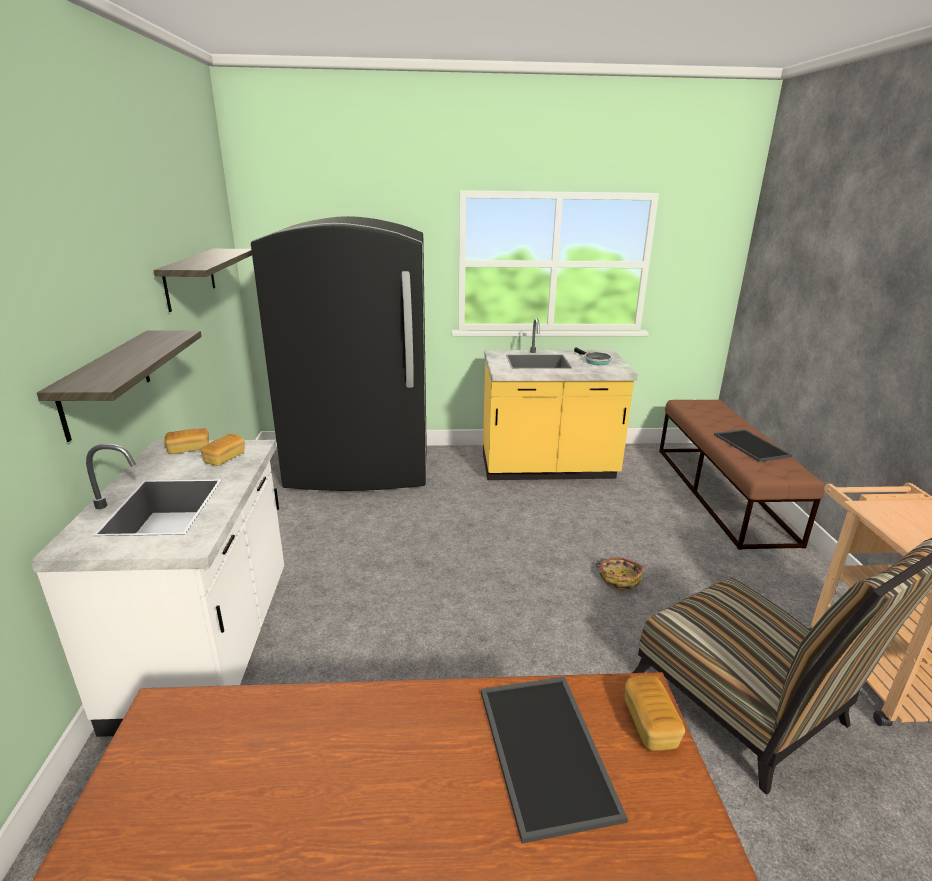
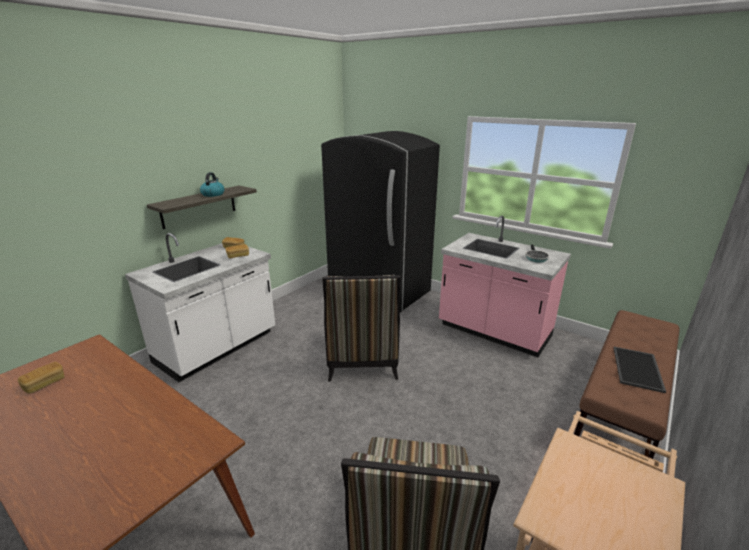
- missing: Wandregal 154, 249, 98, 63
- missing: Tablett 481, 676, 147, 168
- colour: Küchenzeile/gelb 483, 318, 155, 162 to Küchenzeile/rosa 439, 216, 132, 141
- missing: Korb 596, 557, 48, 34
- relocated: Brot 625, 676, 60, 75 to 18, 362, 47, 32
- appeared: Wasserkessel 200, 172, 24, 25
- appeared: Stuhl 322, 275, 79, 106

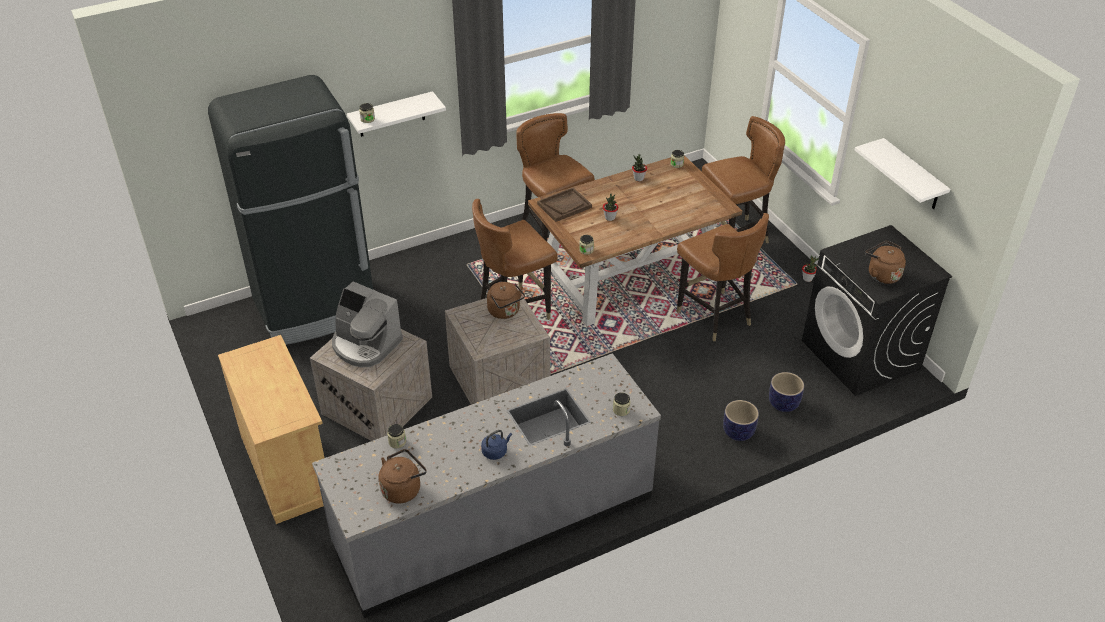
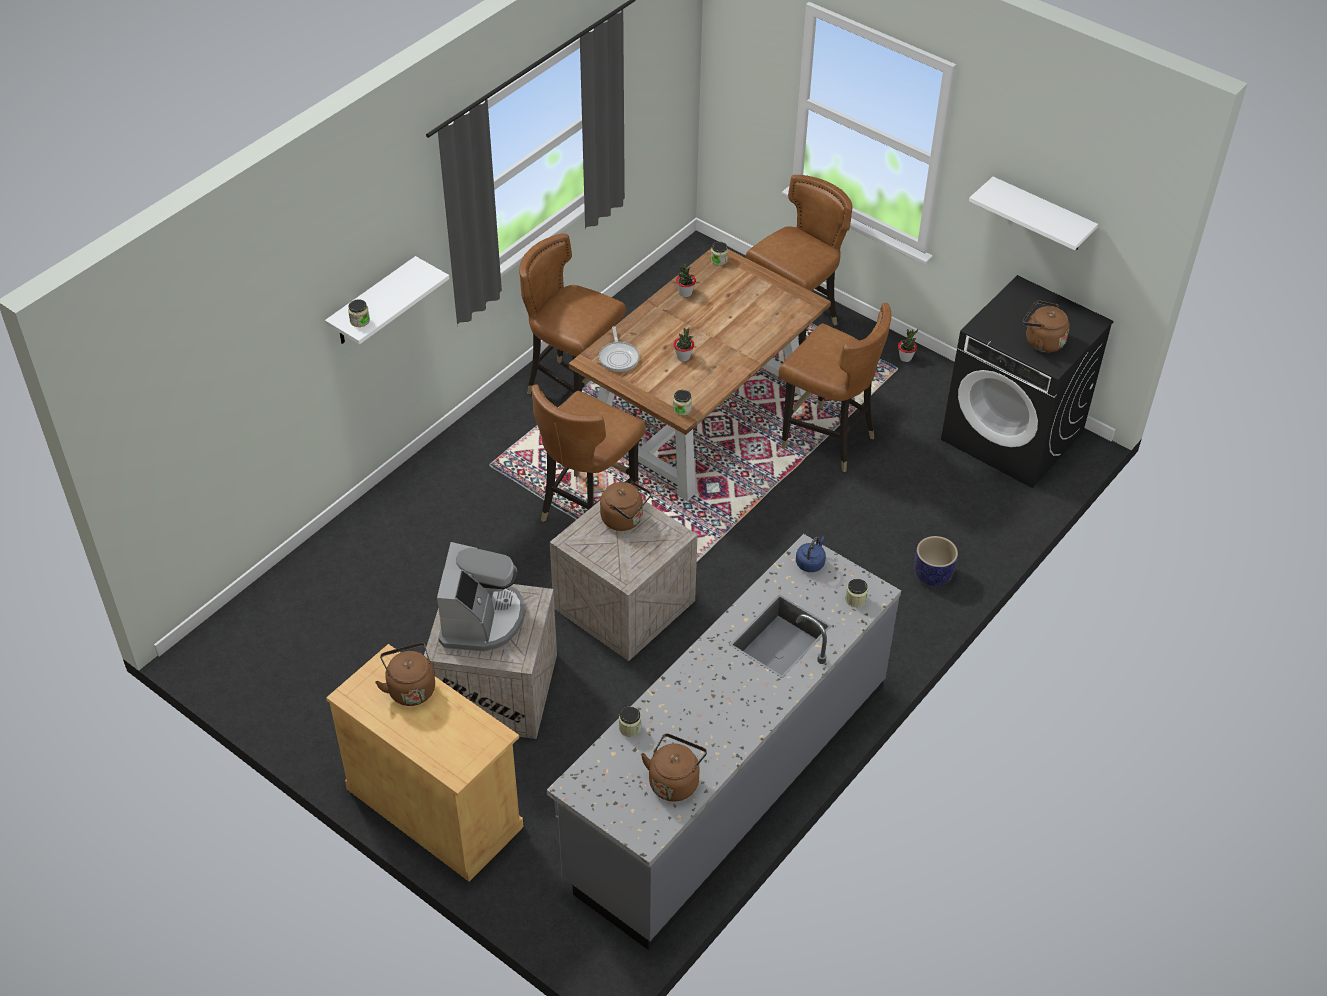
- missing: Kühlschrank/schwarz 208, 75, 165, 270
- spun: Kaffeemaschine 332, 282, 71, 86 = 437, 542, 88, 110 90 degrees counterclockwise
- relocated: Wasserkessel/blau 481, 430, 31, 30 to 796, 536, 30, 36
- exchanged: Tablett/braun 537, 188, 55, 34 to Pfanne 599, 326, 40, 46
- missing: Pflanzkübel 769, 372, 35, 40
- appeared: Wasserkessel/braun 375, 642, 60, 64

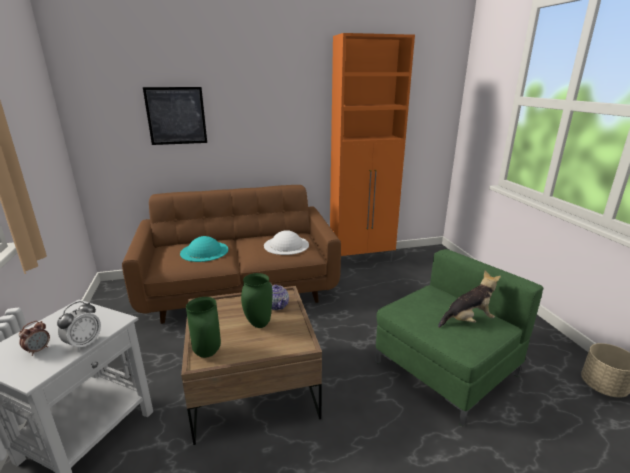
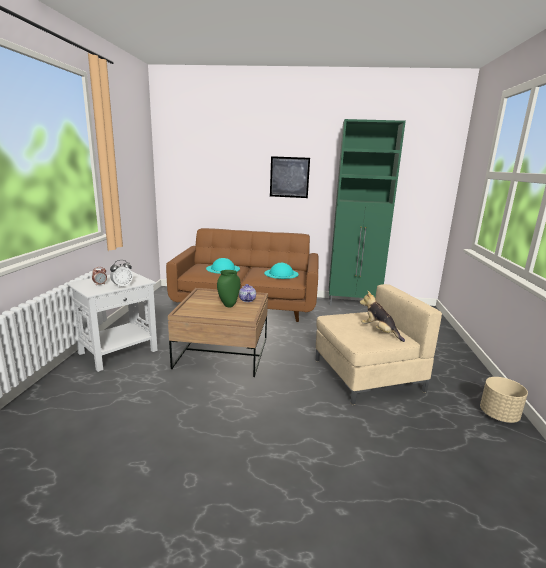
- relocated: Bild 143, 87, 64, 58 to 270, 156, 40, 42
- missing: Vase/grün 186, 297, 35, 61
- colour: Hut/weiß 264, 230, 45, 25 to Hut/türkis 264, 263, 35, 16
- colour: Schrank/orange 330, 33, 85, 229 to Schrank/grün 329, 119, 77, 187
- colour: Sessel/grün 375, 249, 168, 178 to Sessel/beige 315, 284, 127, 121
- spun: Plüschtier 438, 271, 63, 57 = 360, 291, 45, 51 135 degrees counterclockwise

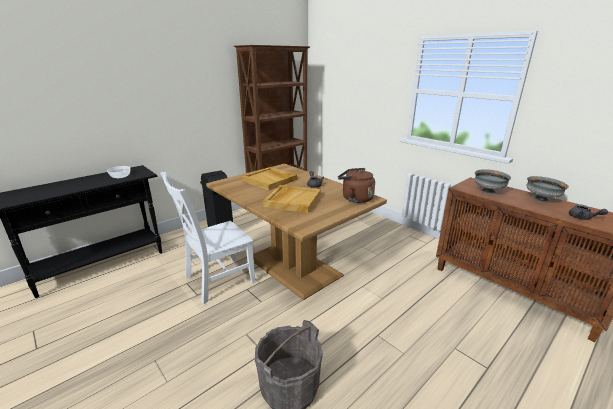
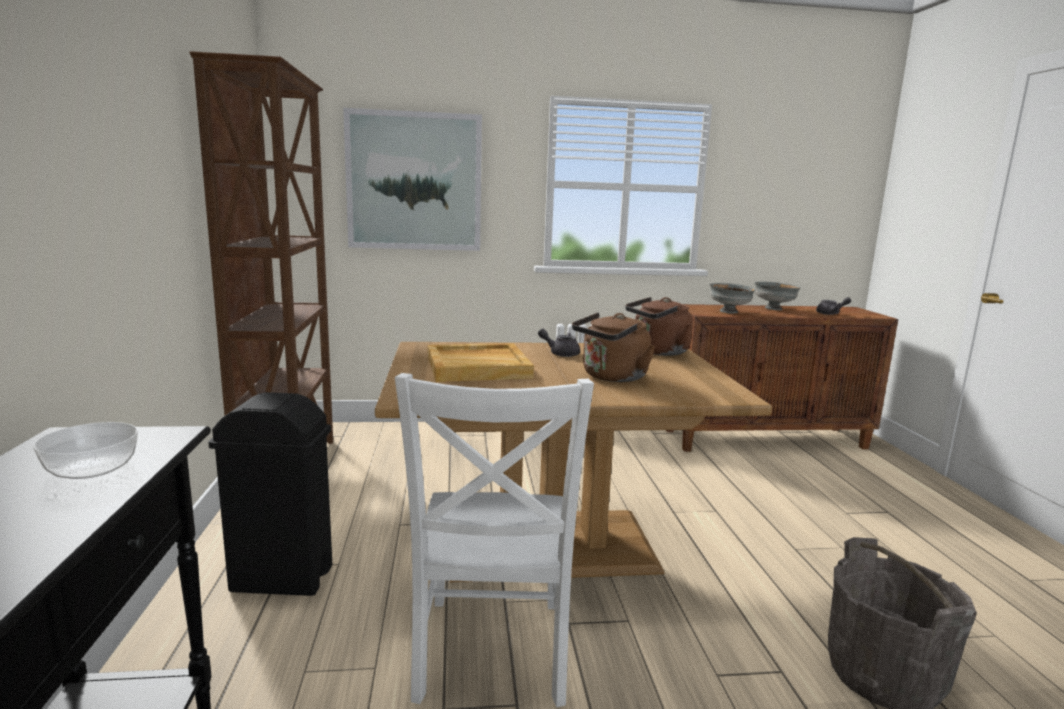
- exchanged: Tablett/beige 263, 185, 58, 28 to Wasserkessel/braun 572, 313, 83, 69
- appeared: Bild 343, 108, 139, 143

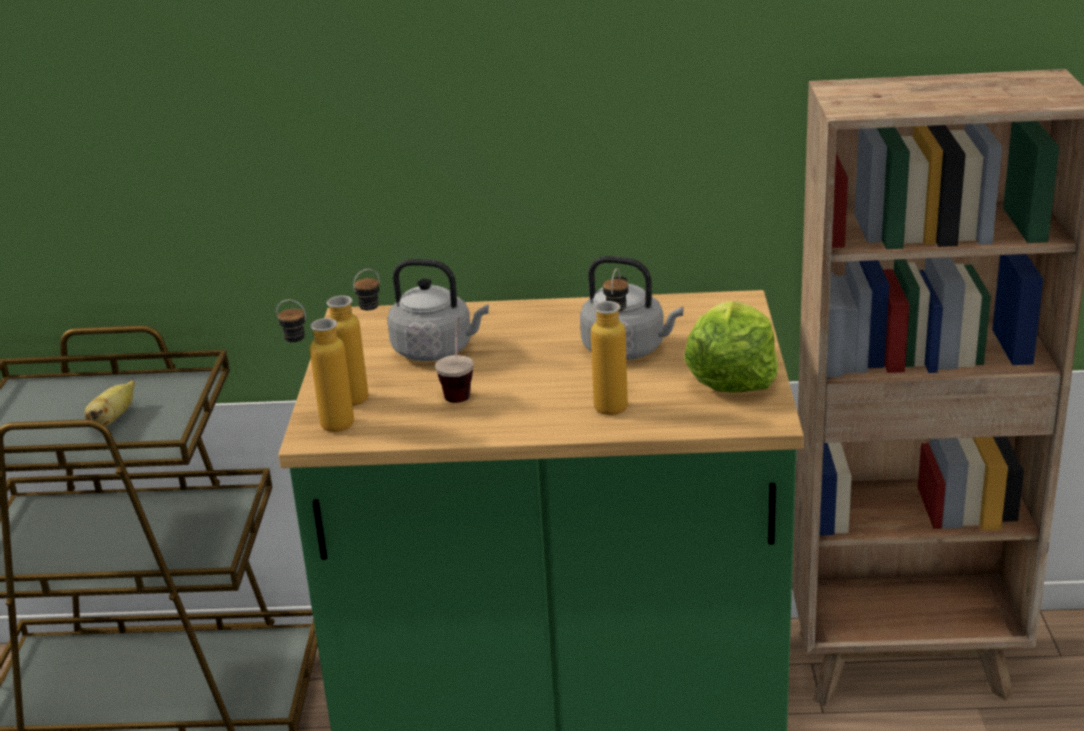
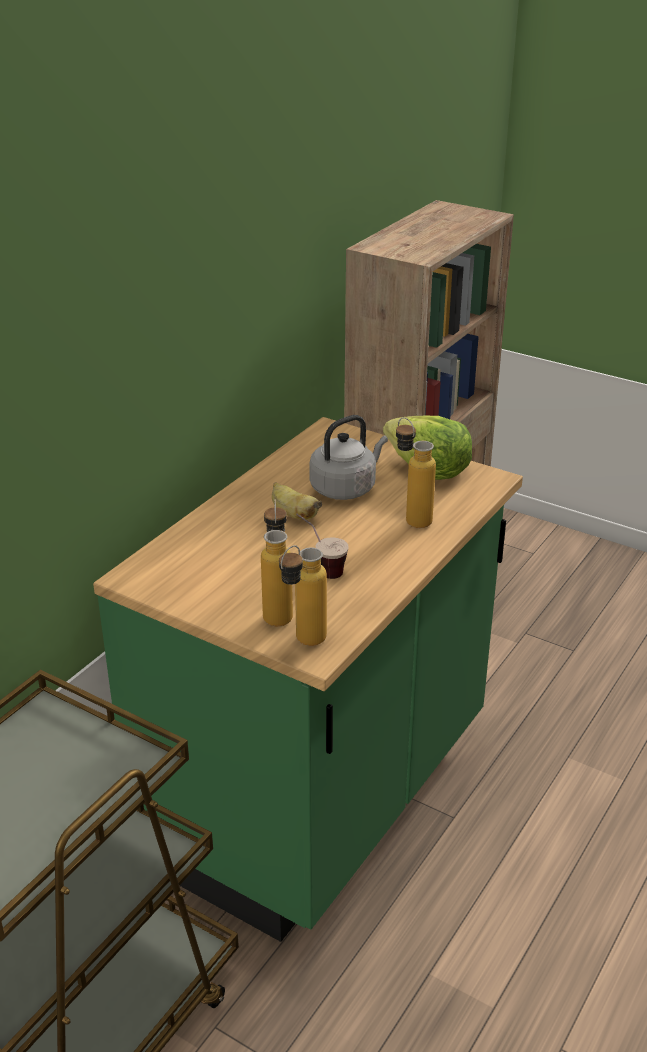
- relocated: Banane 84, 380, 51, 46 to 272, 482, 50, 38
- missing: Wasserkessel/grau 387, 259, 102, 102

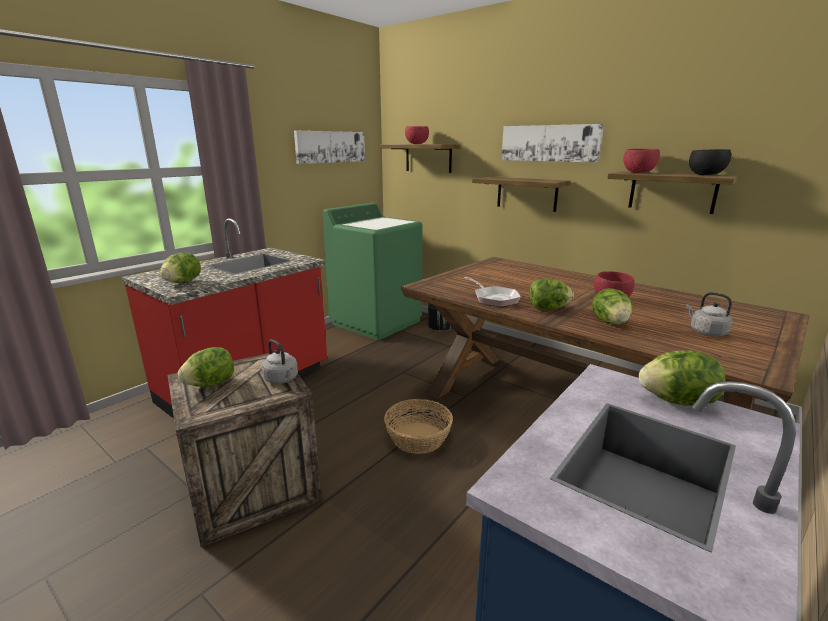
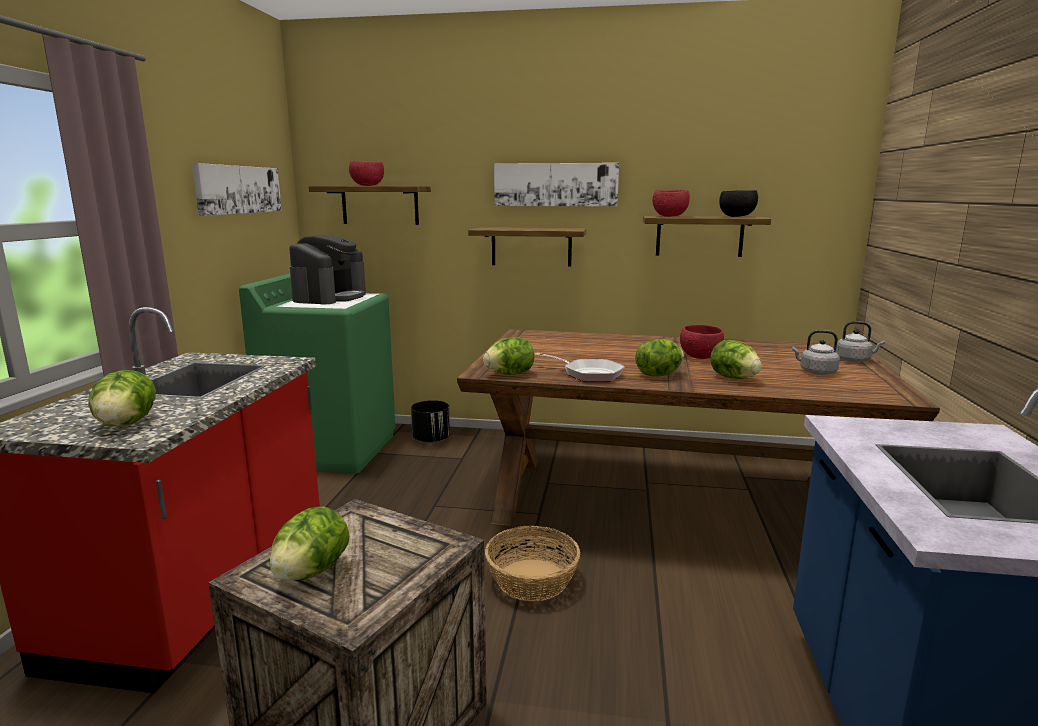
- relocated: Wasserkessel/grau 262, 339, 36, 45 to 836, 321, 49, 41
- relocated: Salatkopf 639, 351, 87, 55 to 483, 337, 51, 38
- appeared: Kaffeemaschine 289, 234, 77, 70

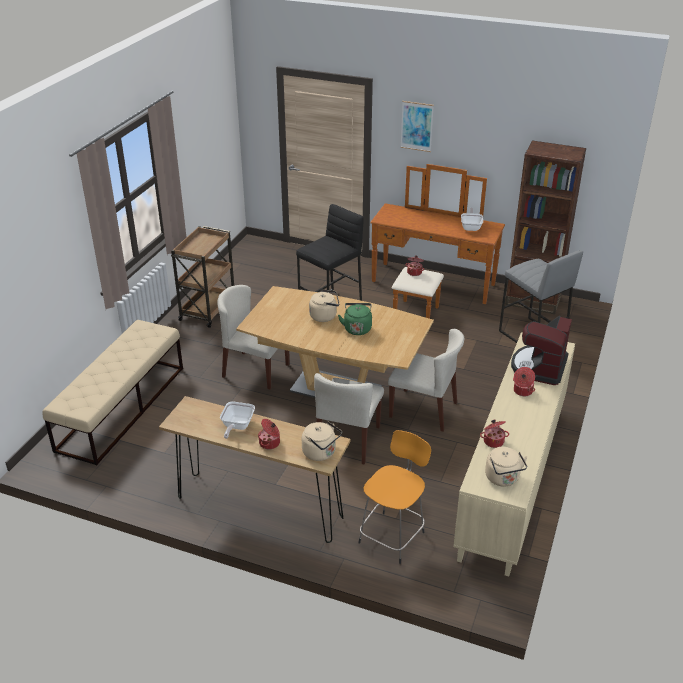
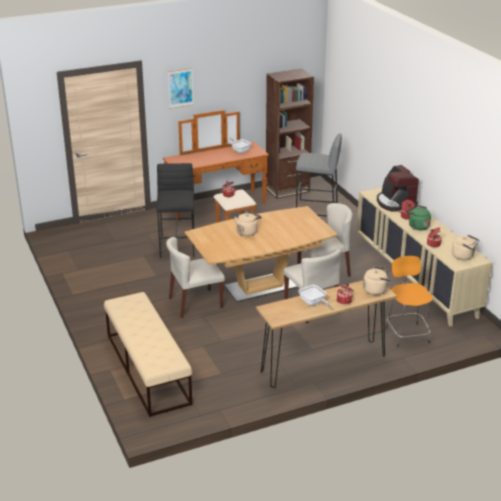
- missing: Rollwagen/braun 171, 226, 63, 102
- relocated: Wasserkessel/grün 338, 303, 34, 32 to 406, 205, 25, 25

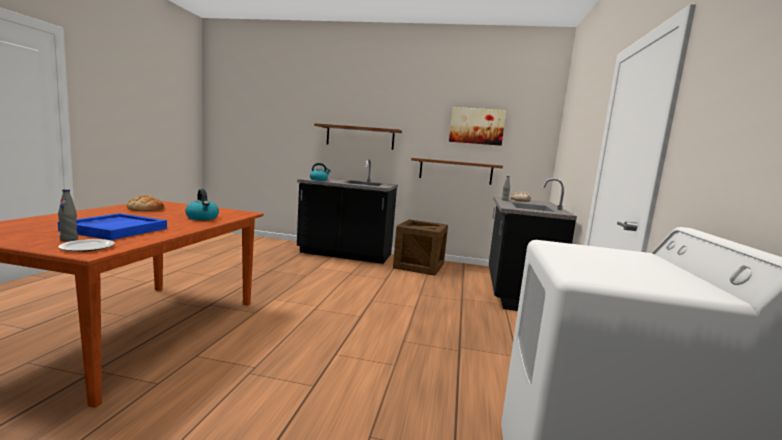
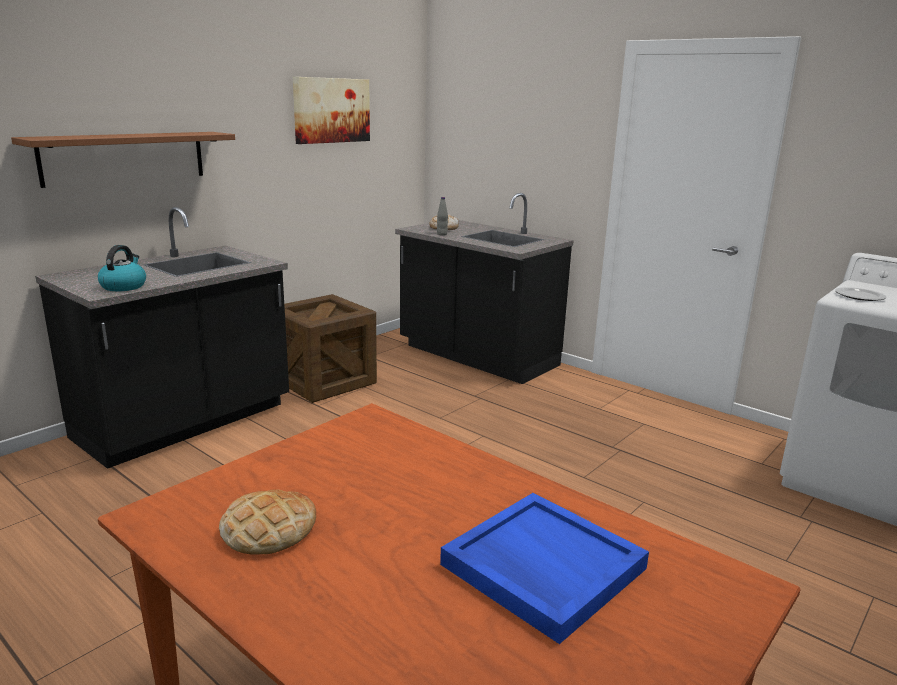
- missing: Flasche/grau 58, 189, 20, 53
- relocated: Teller 59, 239, 56, 13 to 835, 287, 52, 14
- missing: Wasserkessel 185, 189, 34, 31
- missing: Wandregal/braun 411, 158, 92, 27

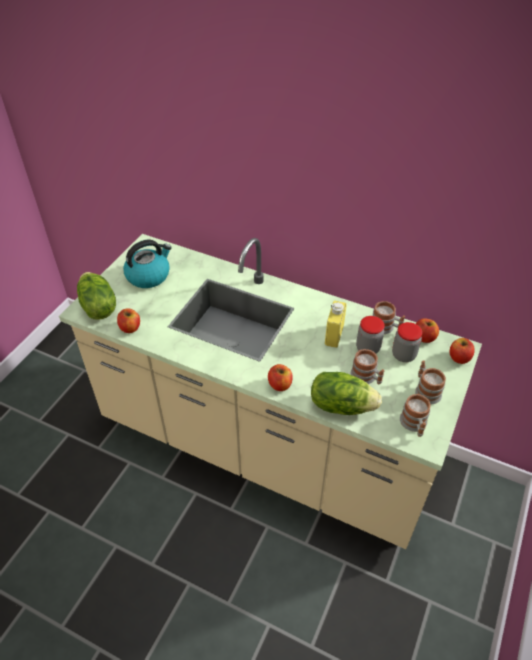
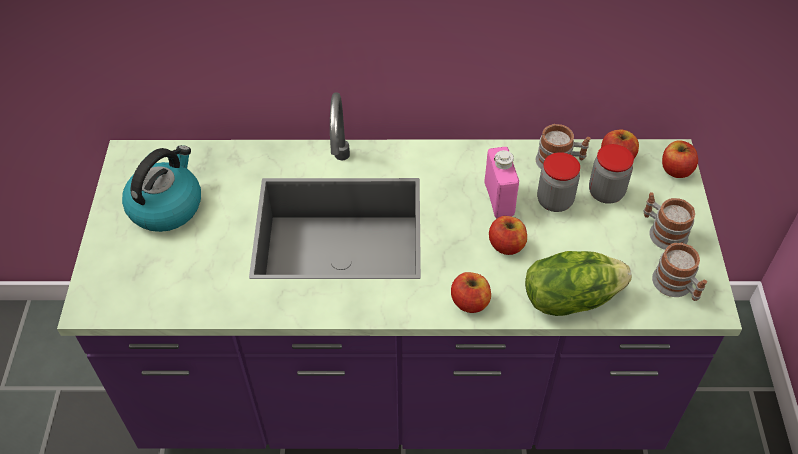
- colour: Küchenzeile/beige 59, 234, 423, 315 to Küchenzeile/lila 57, 92, 685, 357
- missing: Salatkopf 77, 272, 39, 48
- relocated: Apfel 117, 308, 23, 25 to 489, 216, 38, 39
- colour: Flasche/gelb 325, 301, 22, 47 to Flasche/rosa 484, 147, 35, 71
- missing: Henkelbecher 350, 349, 34, 36

